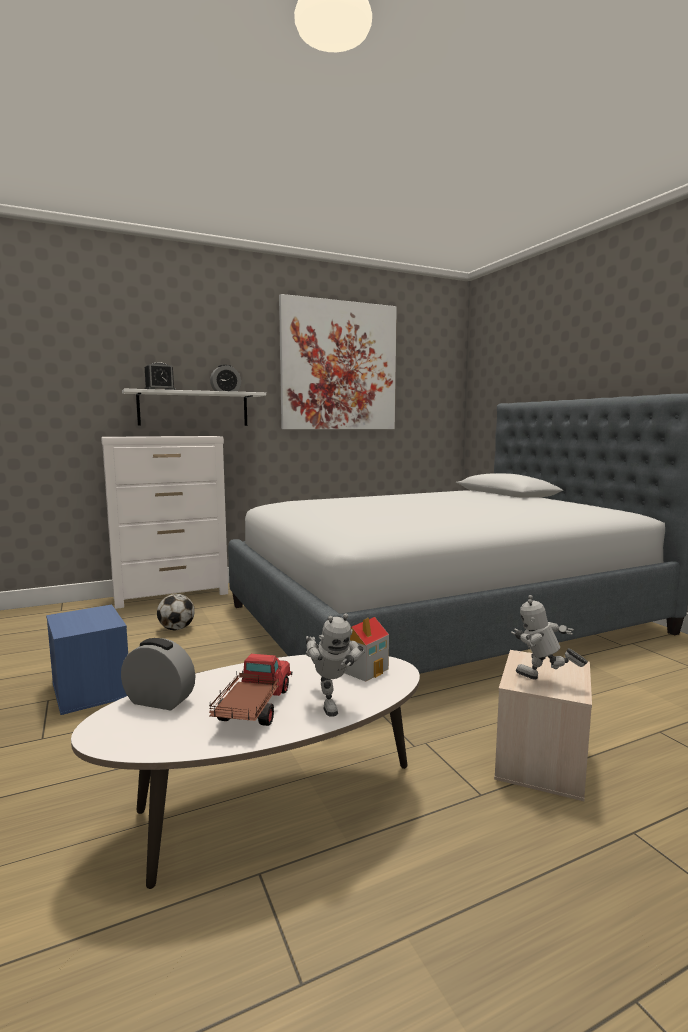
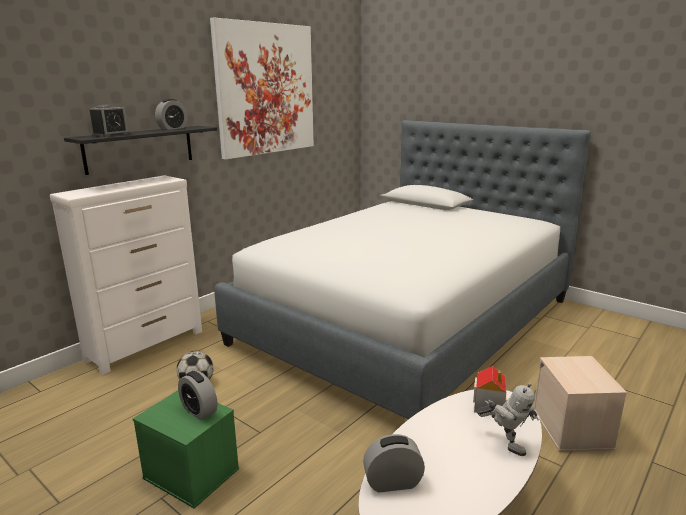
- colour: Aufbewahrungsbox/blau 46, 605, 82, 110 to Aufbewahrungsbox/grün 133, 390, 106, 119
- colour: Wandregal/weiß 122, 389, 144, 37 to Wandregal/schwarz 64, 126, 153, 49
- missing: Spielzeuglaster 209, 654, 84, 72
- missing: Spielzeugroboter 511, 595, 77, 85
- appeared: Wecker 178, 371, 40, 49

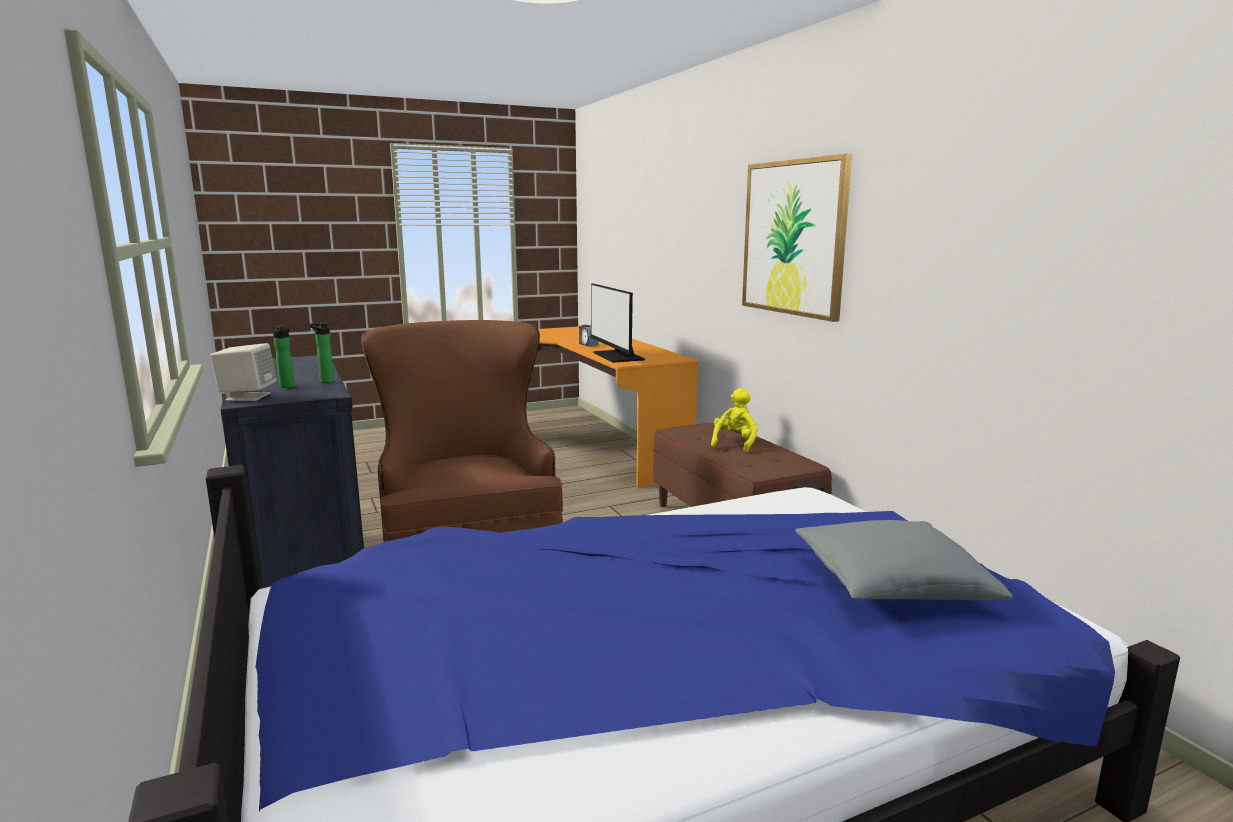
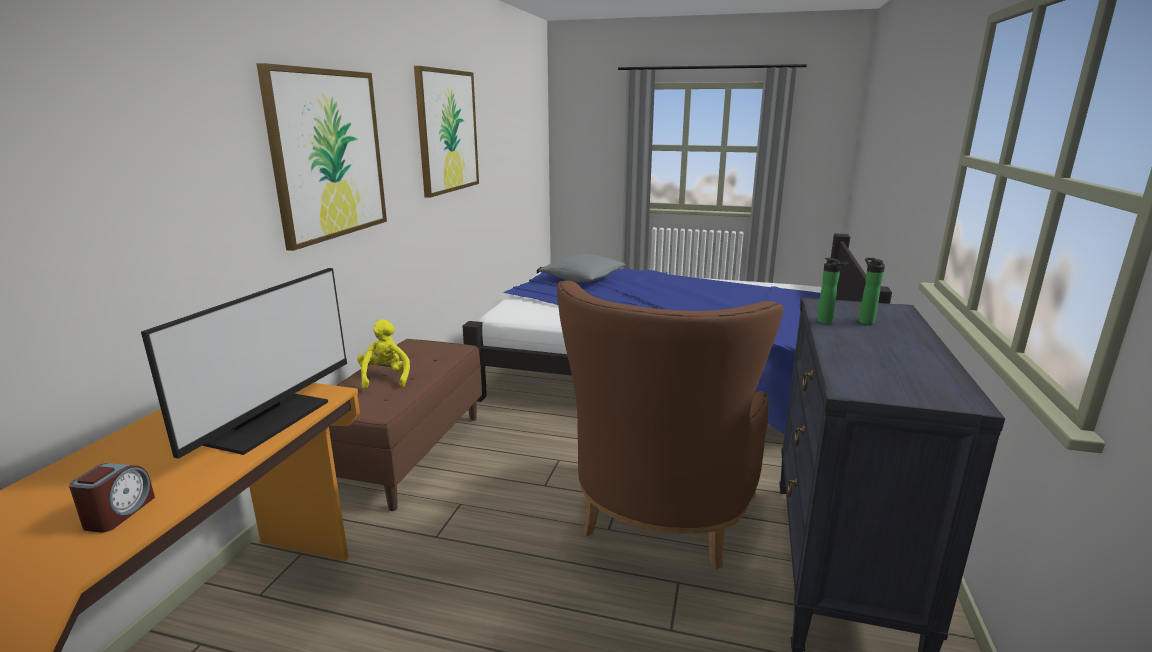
- missing: Lautsprecher/beige 210, 343, 67, 58
- spun: Plüschtier/gelb 711, 388, 47, 64 = 357, 319, 53, 70 105 degrees clockwise
- appeared: Bild 414, 66, 65, 132

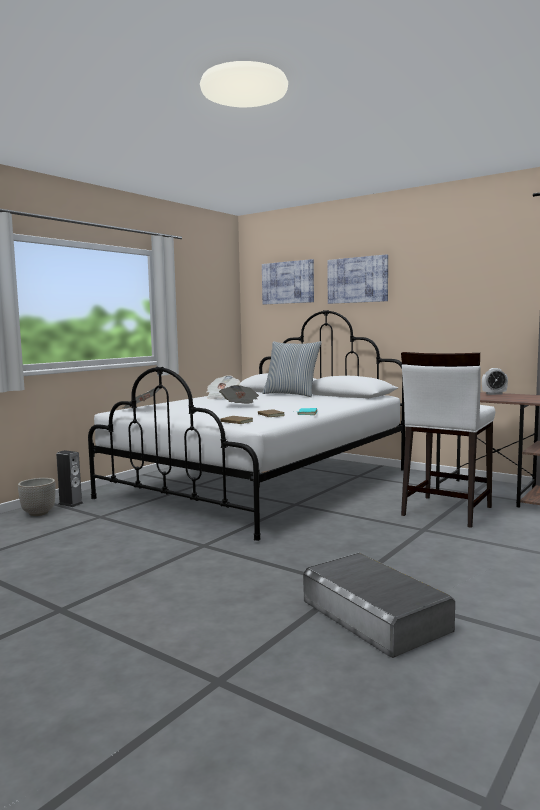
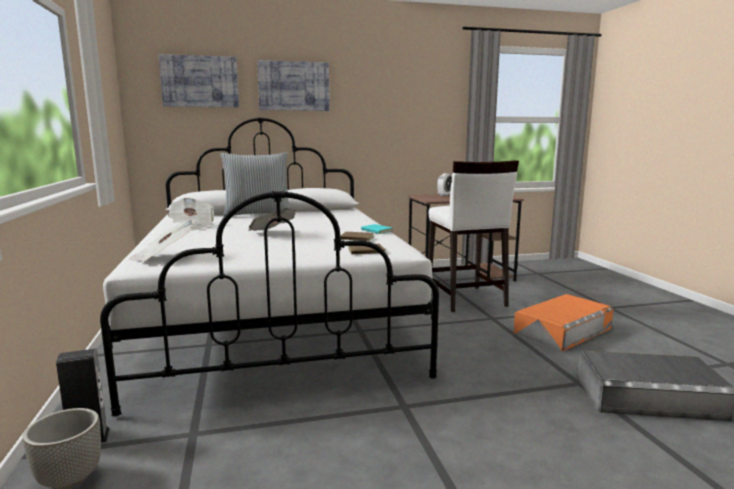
- appeared: Aufbewahrungsbox/orange 513, 294, 100, 57

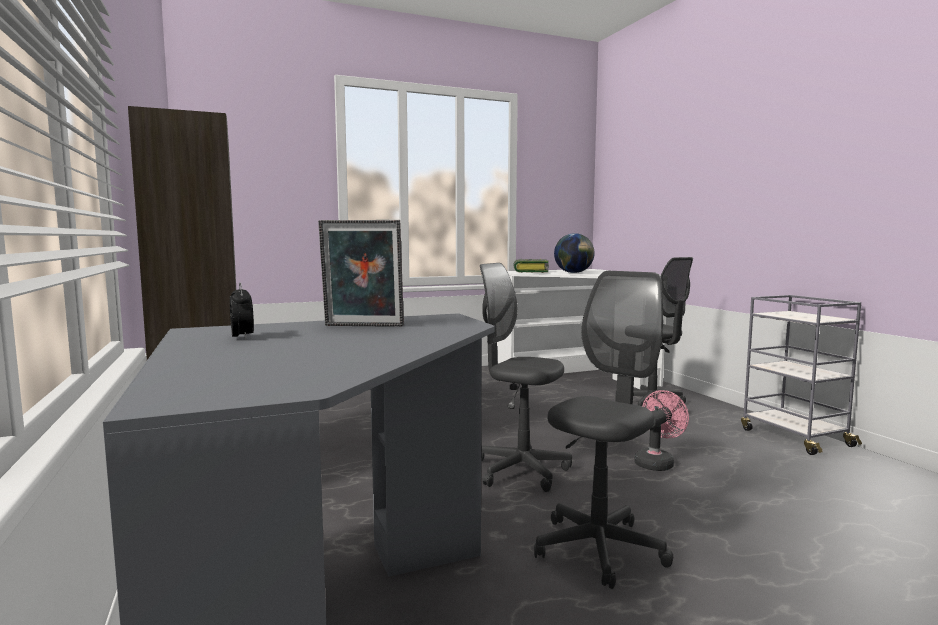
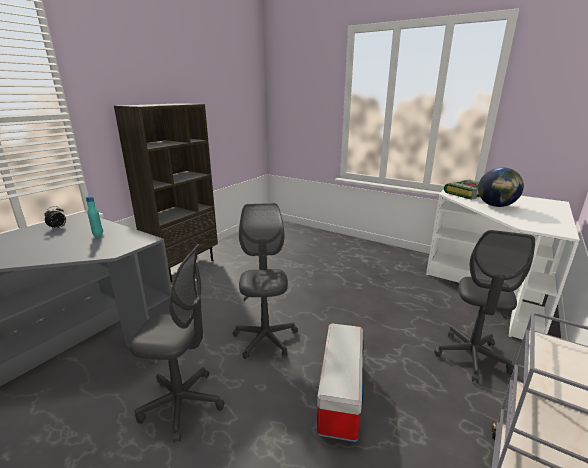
- exchanged: Bilderrahmen 318, 220, 86, 107 to Flasche/türkis 86, 196, 17, 41
- exchanged: Ventilator/rosa 634, 390, 55, 81 to Aufbewahrungsbox 317, 323, 47, 119

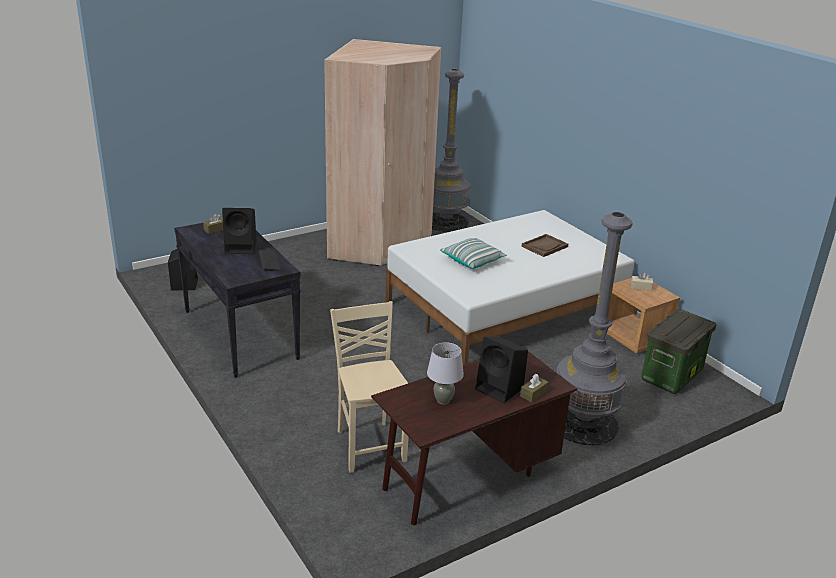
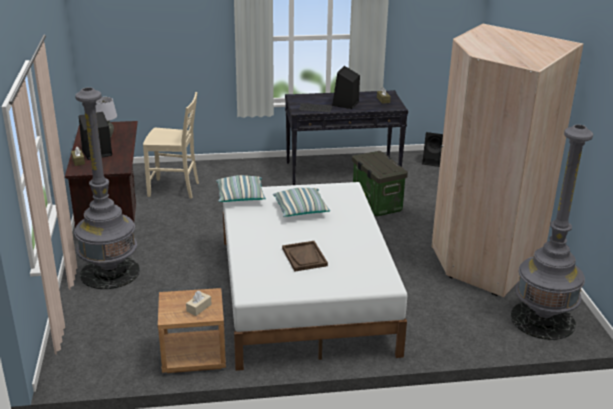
- relocated: Aufbewahrungsbox 642, 309, 75, 85 to 352, 151, 56, 66
- appeared: Kissen 216, 175, 50, 27

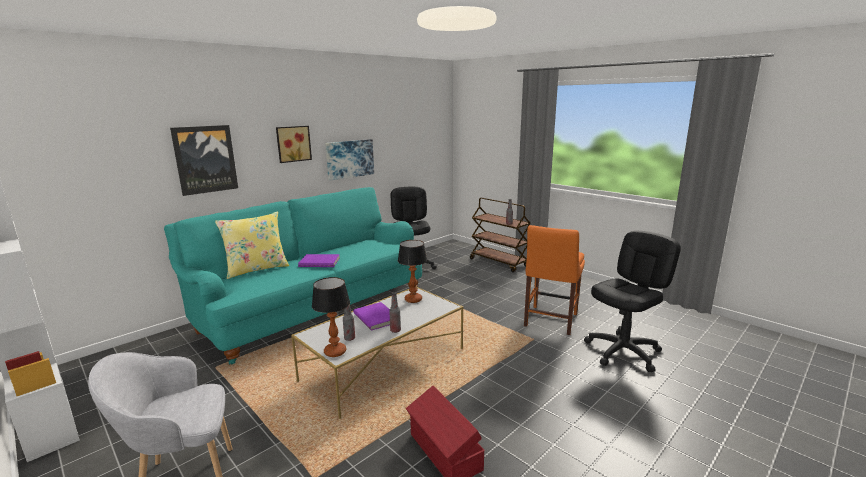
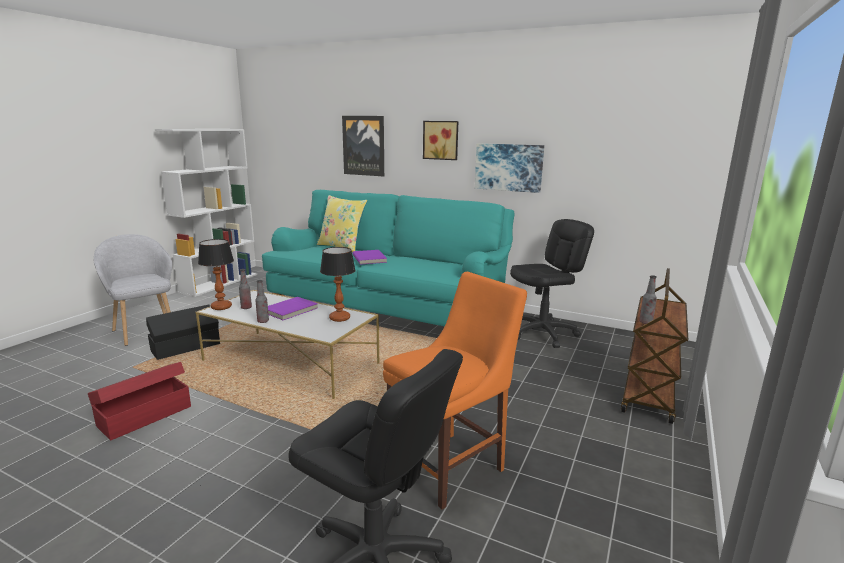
- spun: Stuhl/orange 524, 225, 61, 110 = 383, 272, 144, 237 135 degrees clockwise
- appeared: Aufbewahrungsbox/schwarz 146, 305, 74, 55

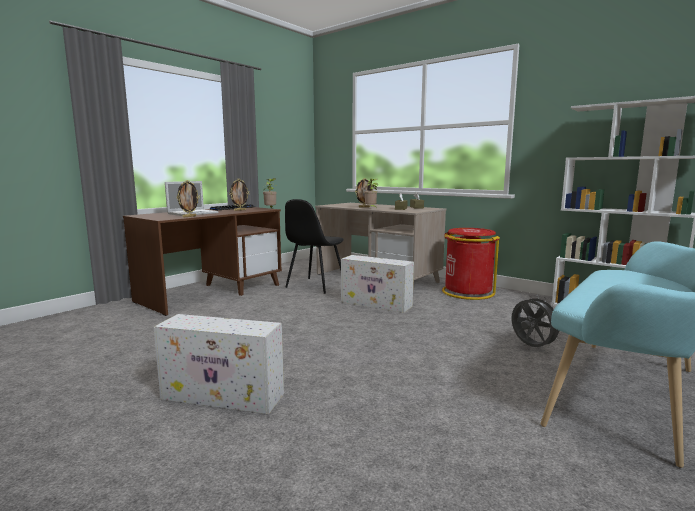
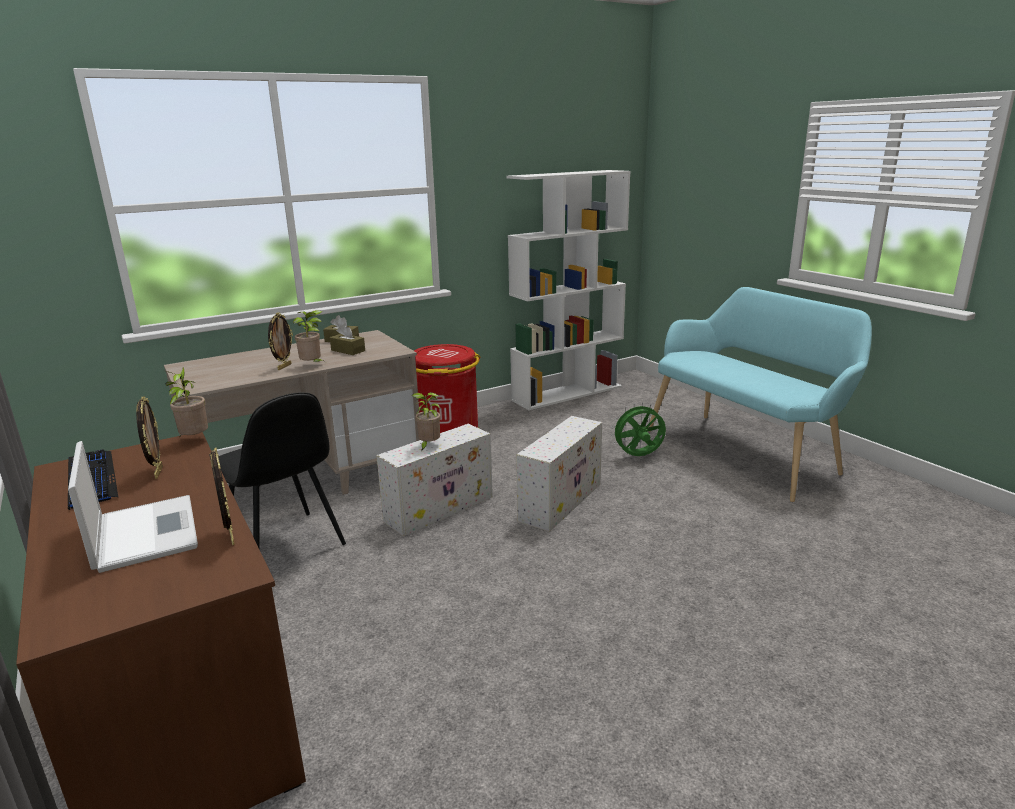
- relocated: Aufbewahrungsbox/weiß 154, 314, 130, 100 to 516, 416, 86, 116
- colour: Ventilator/grau 511, 295, 52, 53 to Ventilator/grün 611, 402, 55, 54
- appeared: Topfpflanze 412, 392, 28, 59

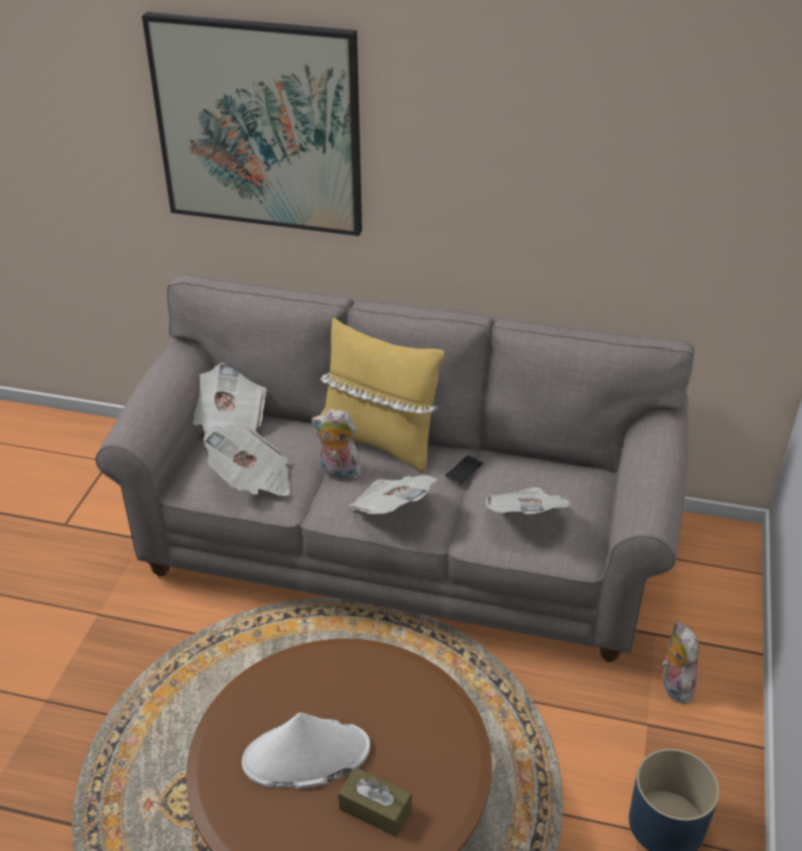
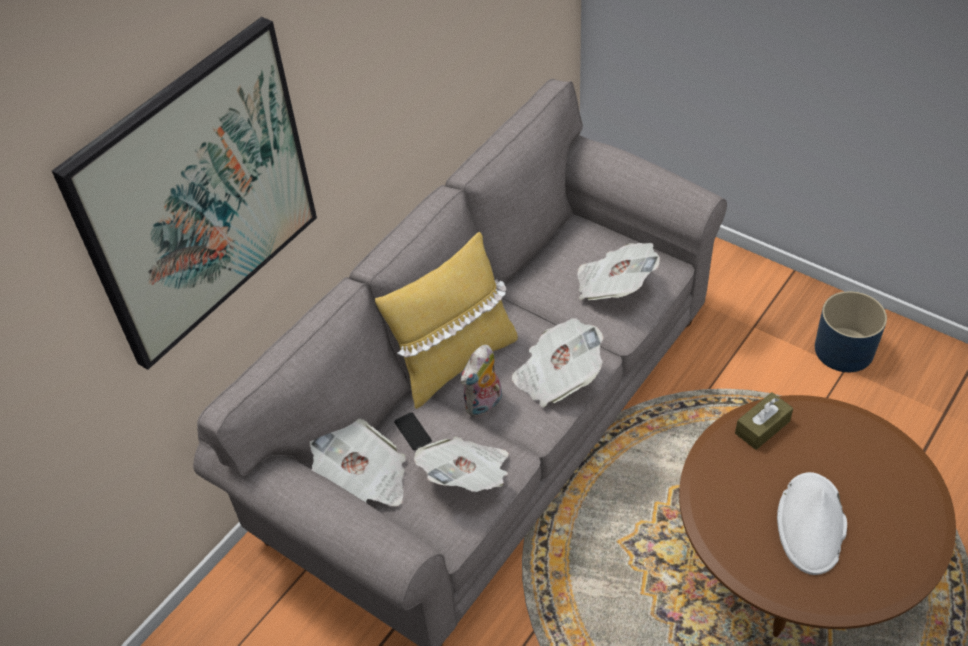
- relocated: Taschentuchbox/braun 338, 767, 74, 69 to 735, 392, 58, 58
- relocated: Handy 445, 456, 38, 28 to 394, 412, 38, 38
- missing: Plüschtier 662, 622, 37, 82

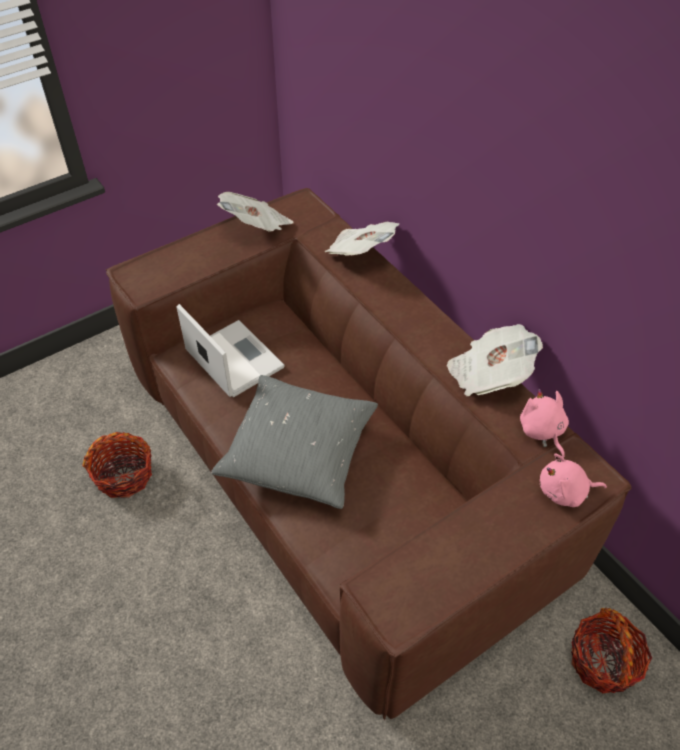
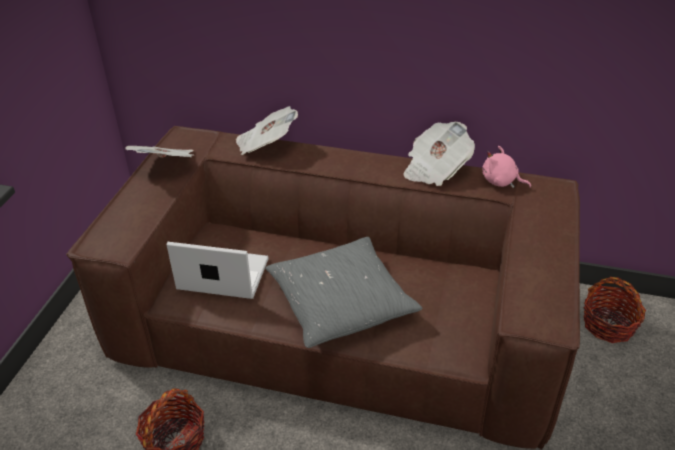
- missing: Plüschtier/rosa 540, 453, 67, 54

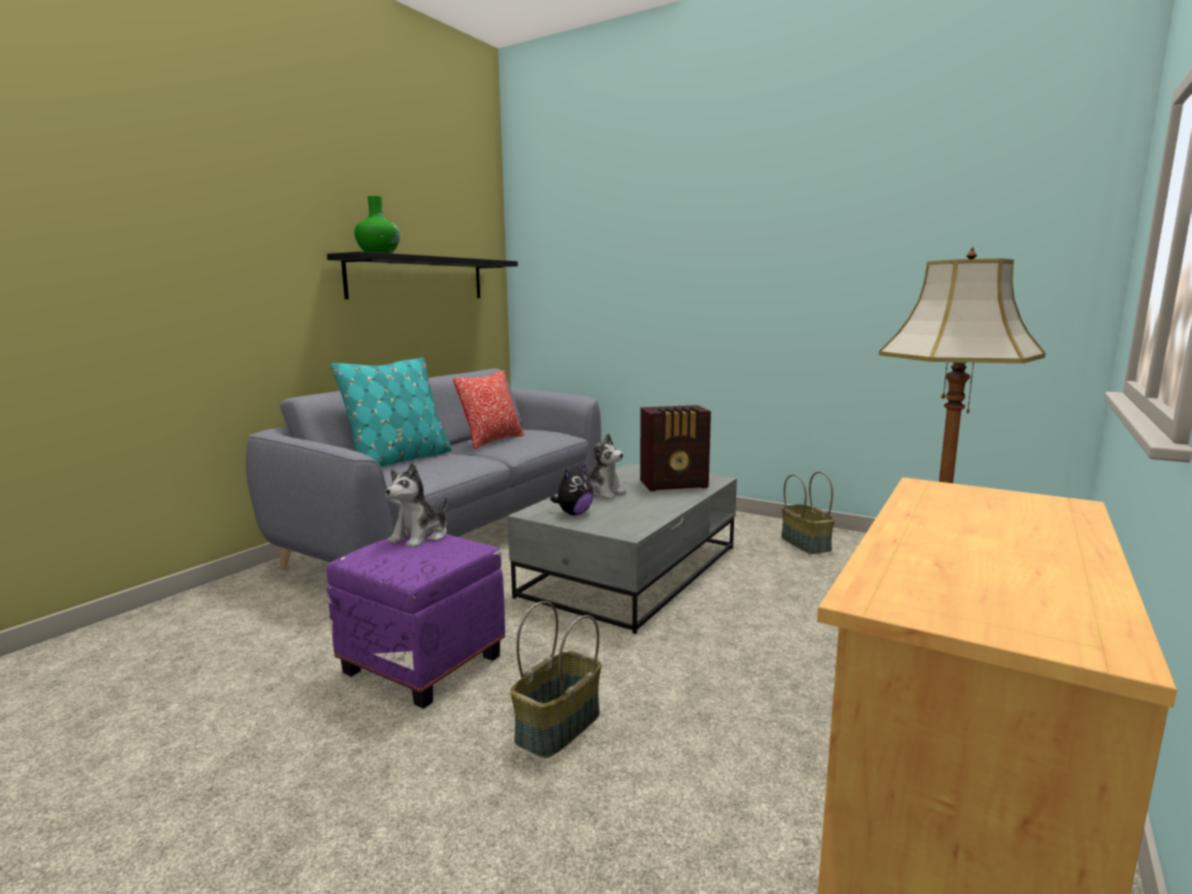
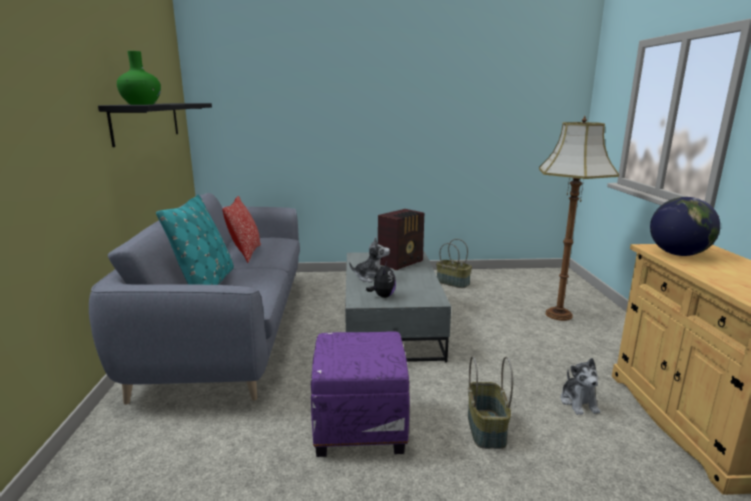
- relocated: Plüschtier 385, 463, 62, 85 to 561, 358, 39, 57
- appeared: Globus 650, 197, 70, 59

